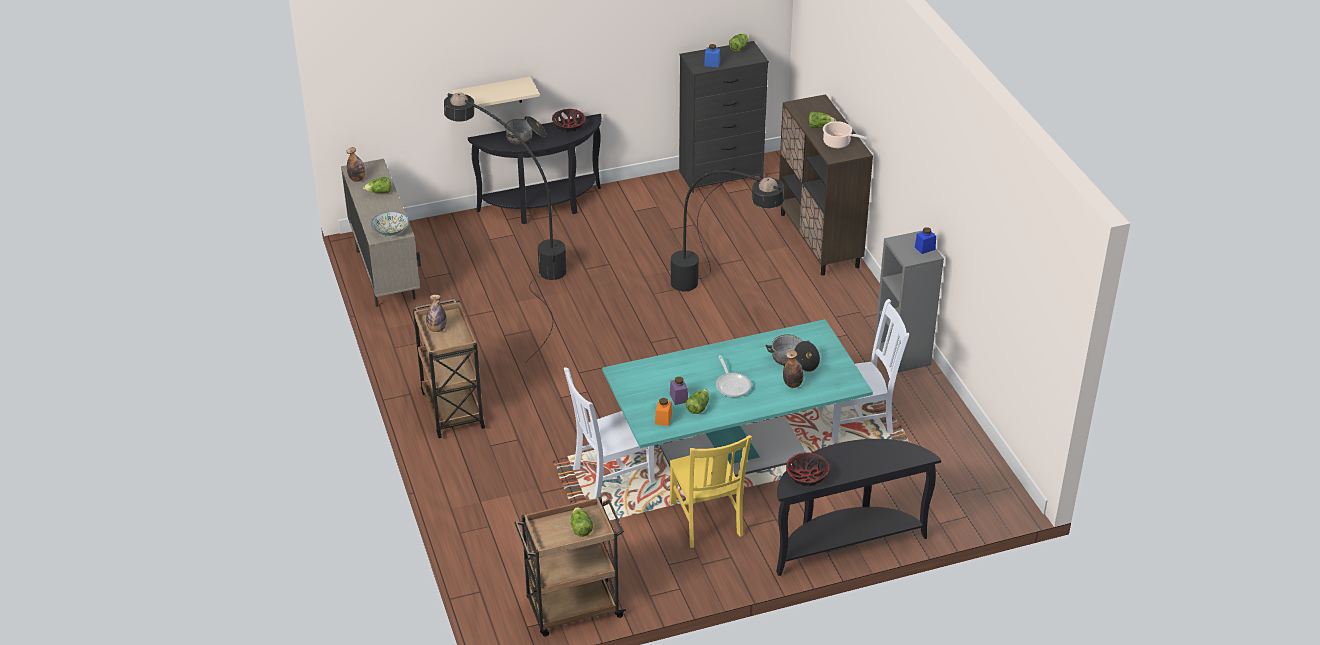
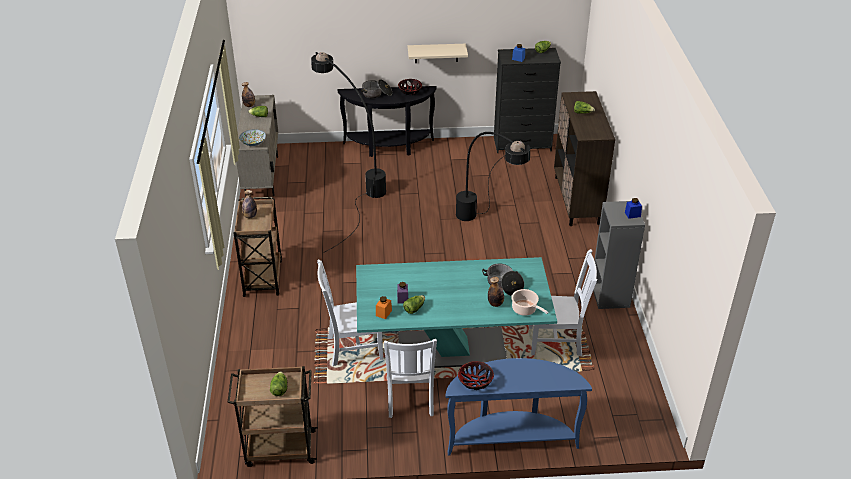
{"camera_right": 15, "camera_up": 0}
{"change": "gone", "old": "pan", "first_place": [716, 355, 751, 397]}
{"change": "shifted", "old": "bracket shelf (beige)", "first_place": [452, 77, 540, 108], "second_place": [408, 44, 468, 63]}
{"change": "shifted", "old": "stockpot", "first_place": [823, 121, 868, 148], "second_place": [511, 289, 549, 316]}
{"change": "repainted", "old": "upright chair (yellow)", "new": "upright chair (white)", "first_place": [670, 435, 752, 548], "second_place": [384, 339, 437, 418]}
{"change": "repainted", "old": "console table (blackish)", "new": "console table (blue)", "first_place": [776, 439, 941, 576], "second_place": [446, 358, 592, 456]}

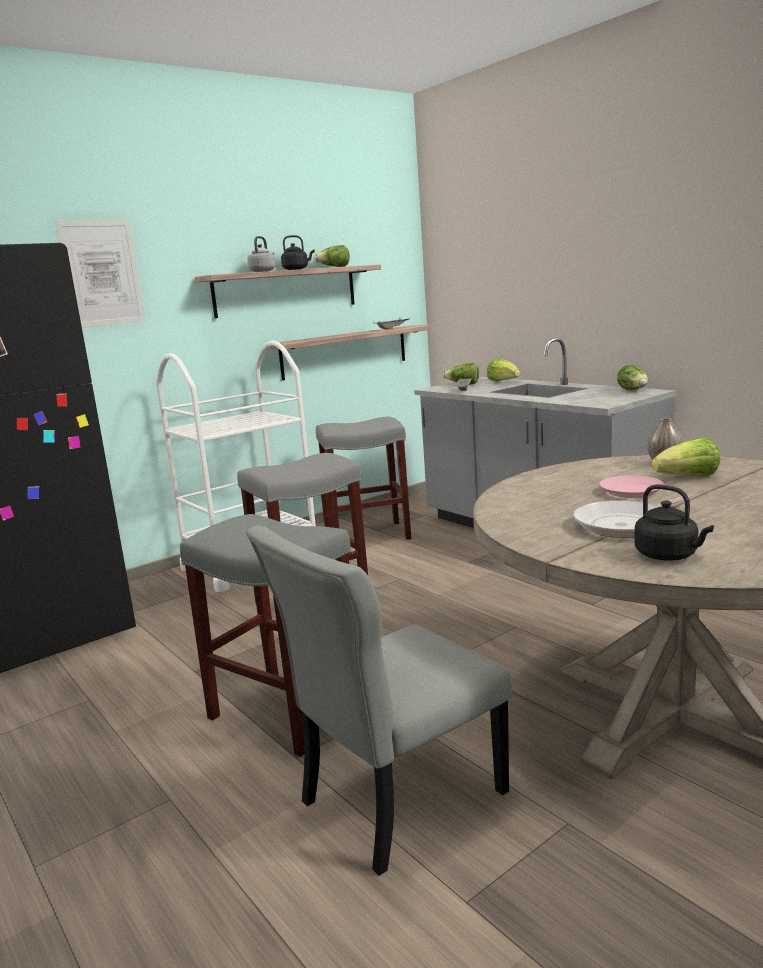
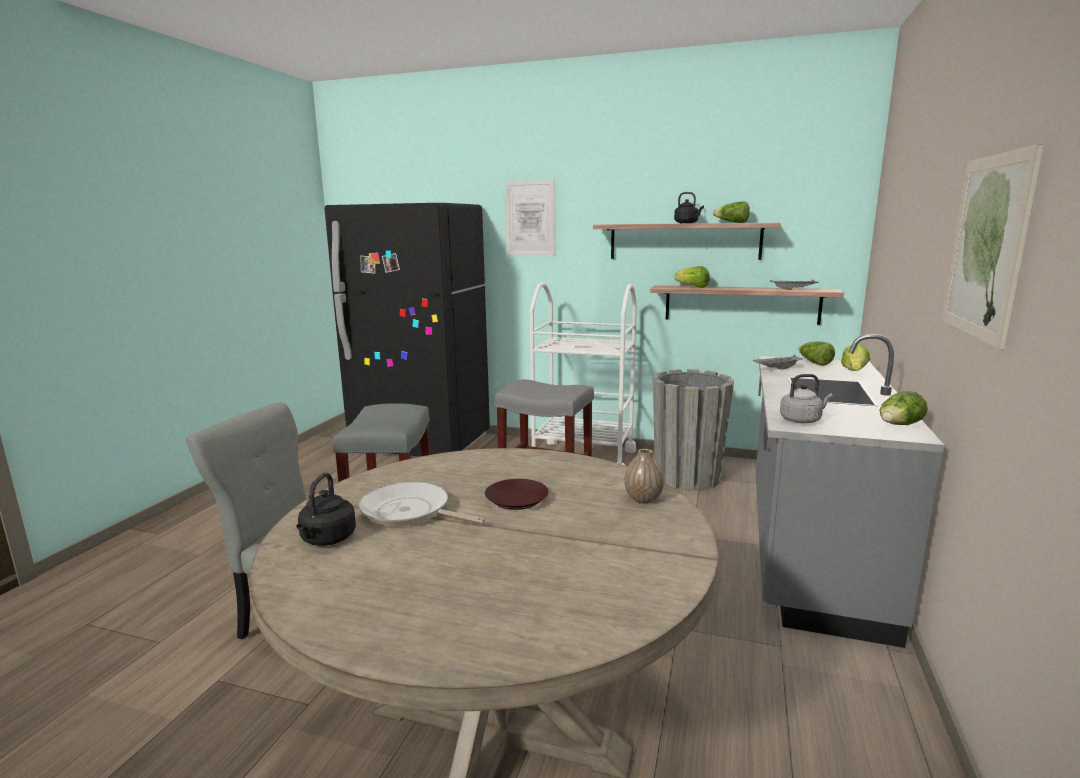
{"camera_right": 55, "camera_up": 0}
{"change": "new", "new": "picture", "second_place": [942, 144, 1044, 350]}
{"change": "shifted", "old": "water kettle (gray)", "first_place": [247, 236, 276, 272], "second_place": [780, 374, 833, 423]}
{"change": "shifted", "old": "lettuce", "first_place": [652, 437, 720, 476], "second_place": [674, 266, 710, 288]}
{"change": "swapped", "old": "stool (gray)", "new": "planter (gray)", "first_place": [316, 417, 411, 540], "second_place": [653, 369, 734, 491]}
{"change": "repainted", "old": "plate (pinkish)", "new": "plate (brown)", "first_place": [599, 475, 664, 498], "second_place": [485, 479, 549, 510]}

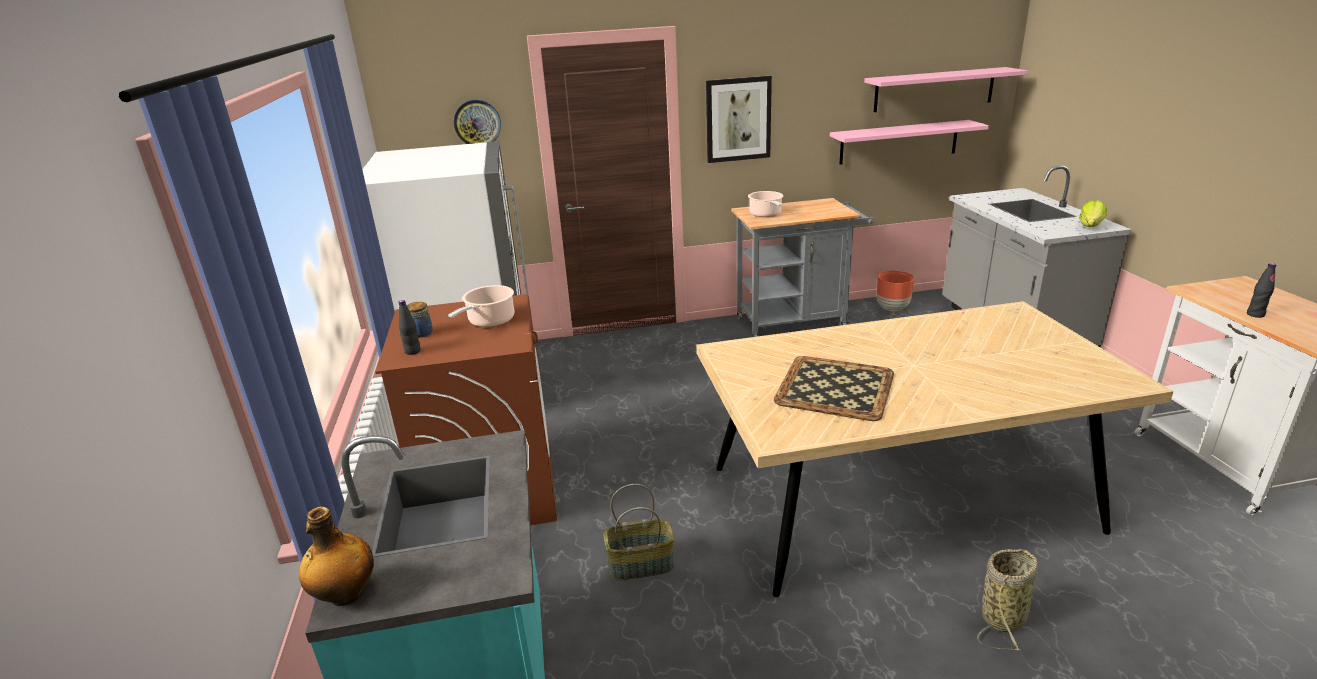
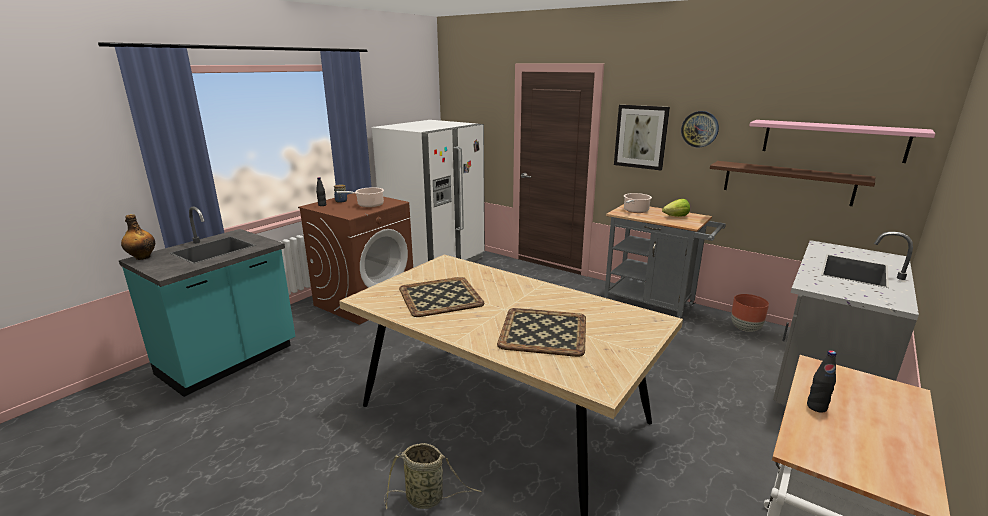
{"camera_right": 45, "camera_up": -5}
{"change": "gone", "old": "household basket", "first_place": [604, 484, 675, 580]}
{"change": "new", "new": "carrying tray", "second_place": [497, 308, 586, 357]}
{"change": "shifted", "old": "hanging clock", "first_place": [454, 100, 501, 144], "second_place": [681, 111, 719, 148]}
{"change": "shifted", "old": "lettuce", "first_place": [1079, 200, 1107, 227], "second_place": [662, 199, 690, 217]}
{"change": "repainted", "old": "bracket shelf (pinkish)", "new": "bracket shelf (brown)", "first_place": [830, 120, 989, 165], "second_place": [710, 161, 875, 206]}

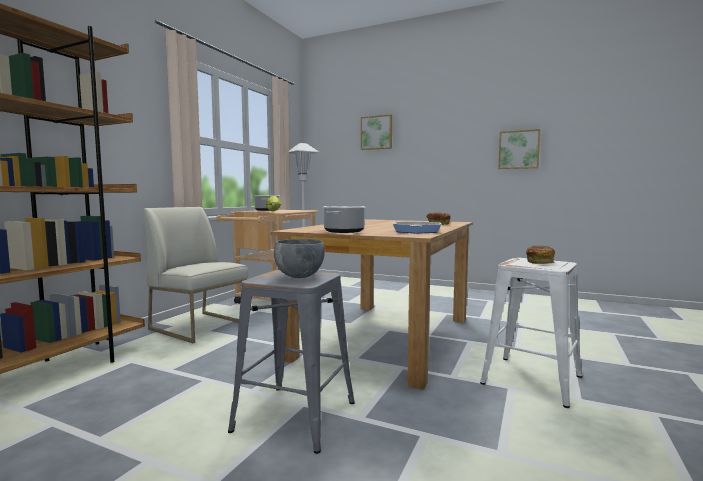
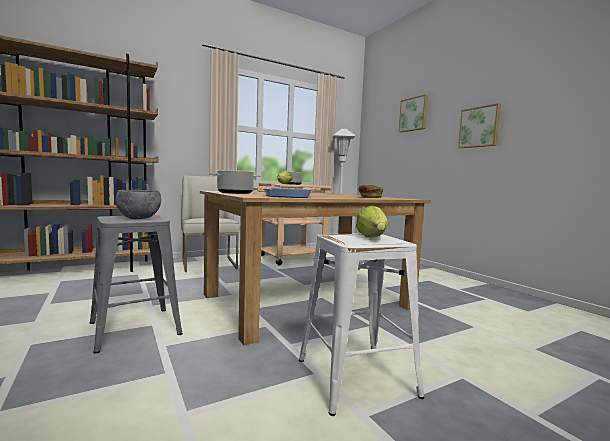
{"camera_right": 35, "camera_up": 0}
{"change": "shifted", "old": "picture", "first_place": [498, 129, 540, 169], "second_place": [458, 103, 501, 148]}
{"change": "swapped", "old": "baked bread", "new": "lettuce", "first_place": [526, 245, 555, 264], "second_place": [356, 205, 388, 238]}

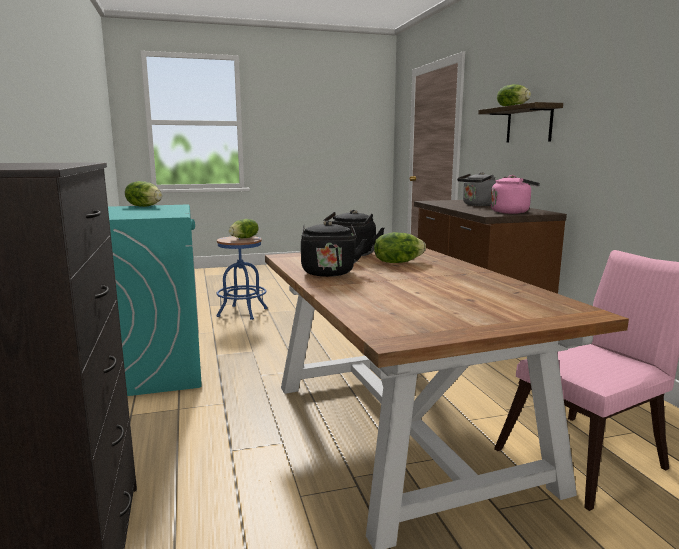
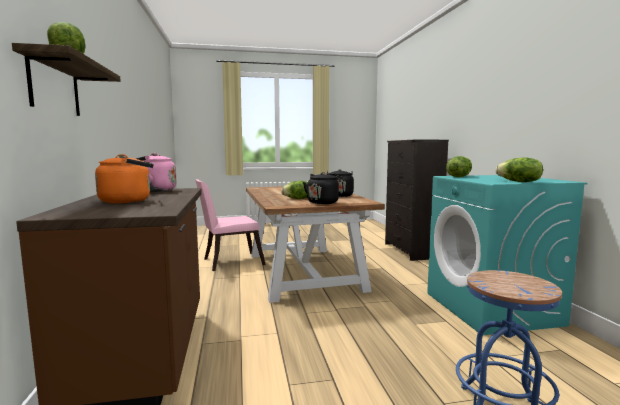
{"camera_right": -175, "camera_up": -5}
{"change": "shifted", "old": "lettuce", "first_place": [229, 219, 259, 238], "second_place": [446, 156, 472, 177]}
{"change": "repainted", "old": "water kettle (gray)", "new": "water kettle (orangey)", "first_place": [457, 172, 496, 206], "second_place": [95, 154, 154, 204]}

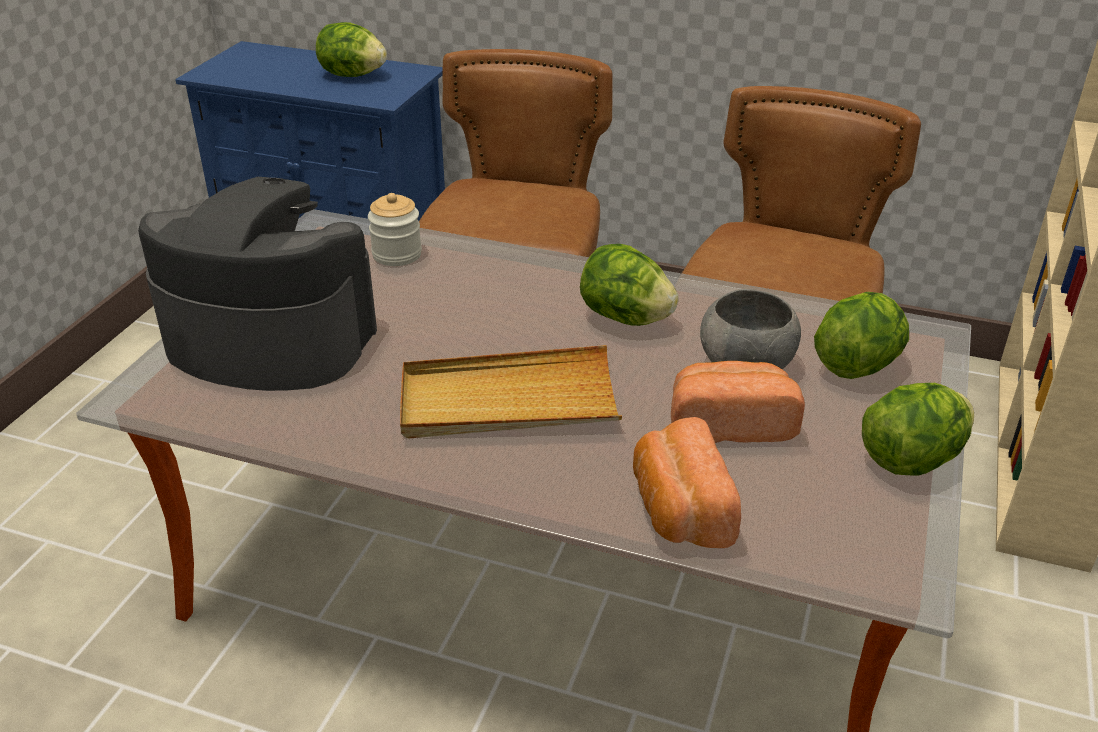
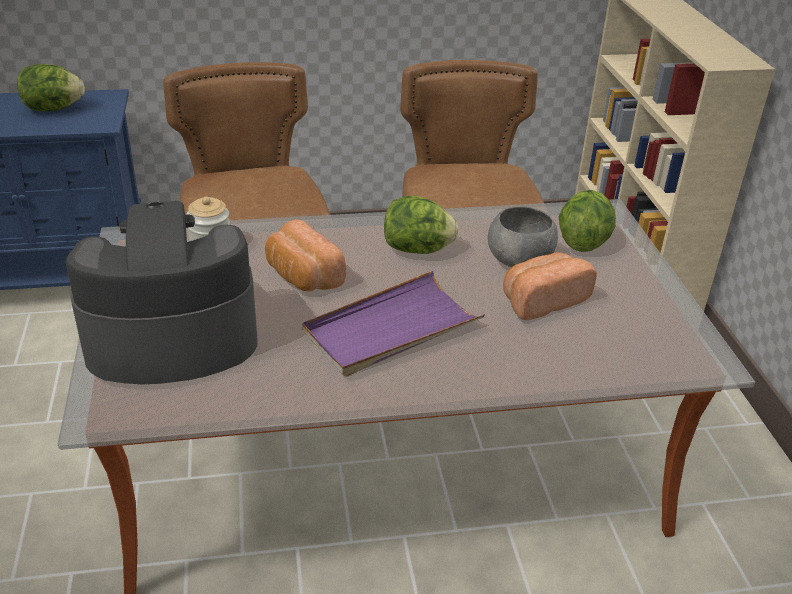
{"camera_right": -30, "camera_up": 0}
{"change": "gone", "old": "lettuce", "first_place": [862, 383, 974, 476]}
{"change": "shifted", "old": "baked bread", "first_place": [633, 417, 741, 548], "second_place": [265, 219, 346, 291]}
{"change": "repainted", "old": "carrying tray (beige)", "new": "carrying tray (purple)", "first_place": [400, 345, 622, 438], "second_place": [302, 271, 485, 376]}

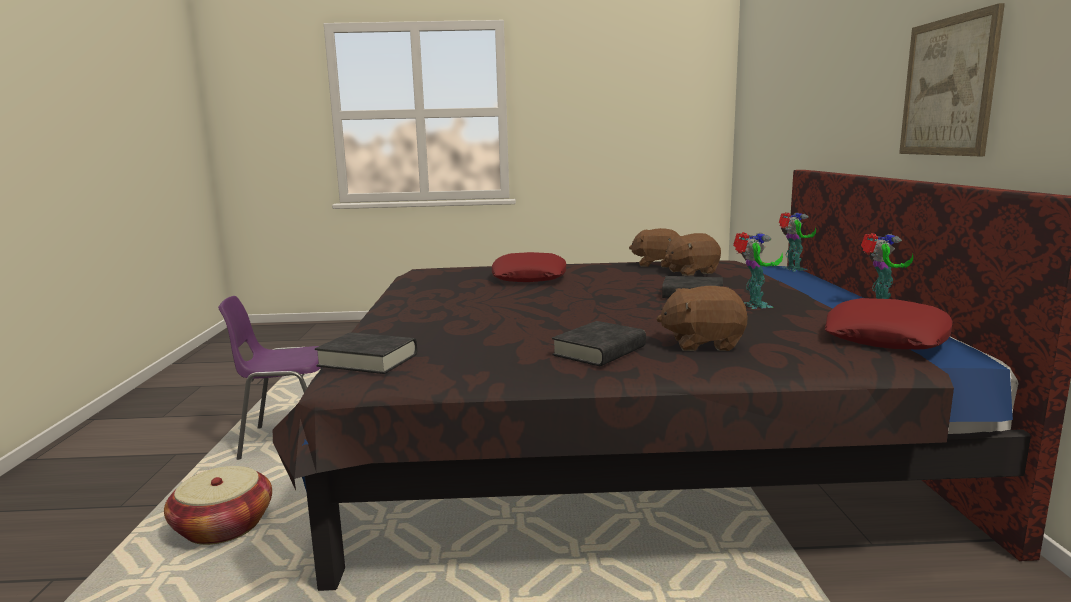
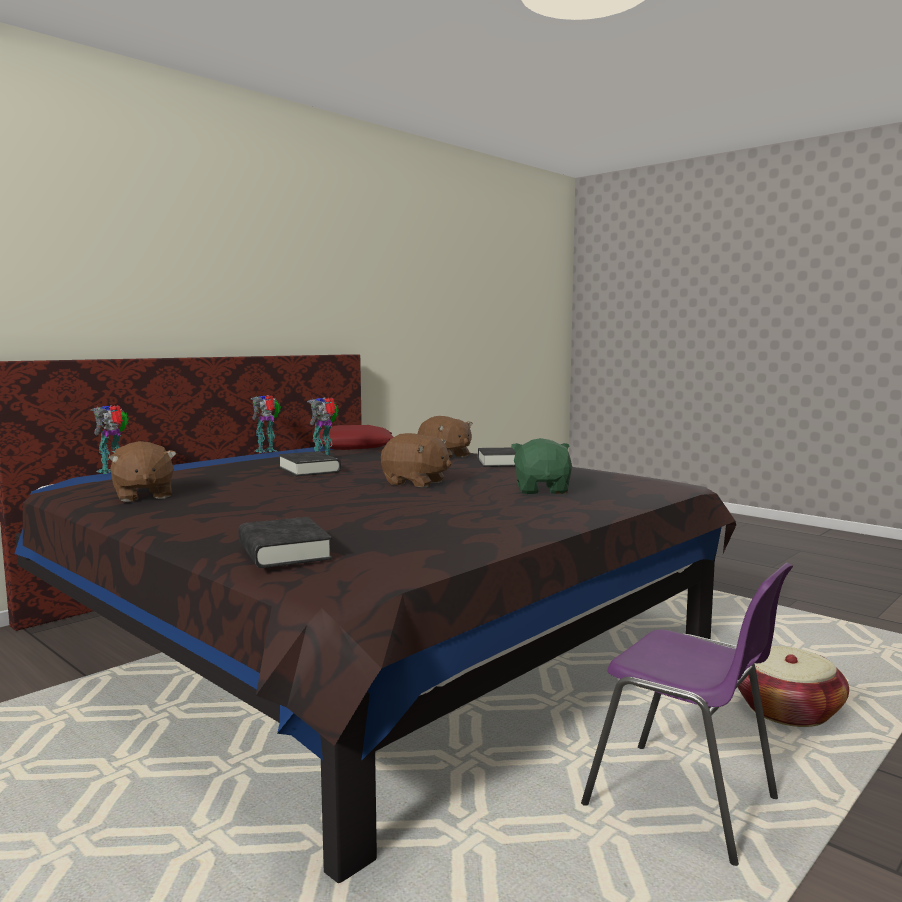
{"camera_right": -135, "camera_up": -5}
{"change": "gone", "old": "cushion (red)", "first_place": [492, 252, 566, 282]}
{"change": "gone", "old": "picture", "first_place": [899, 3, 1005, 156]}
{"change": "new", "new": "plush toy (greenish)", "second_place": [511, 438, 572, 494]}
{"change": "shifted", "old": "volume (blackish)", "first_place": [315, 332, 417, 374], "second_place": [238, 517, 332, 568]}
{"change": "shifted", "old": "plush toy (brown)", "first_place": [665, 233, 721, 276], "second_place": [381, 433, 451, 488]}

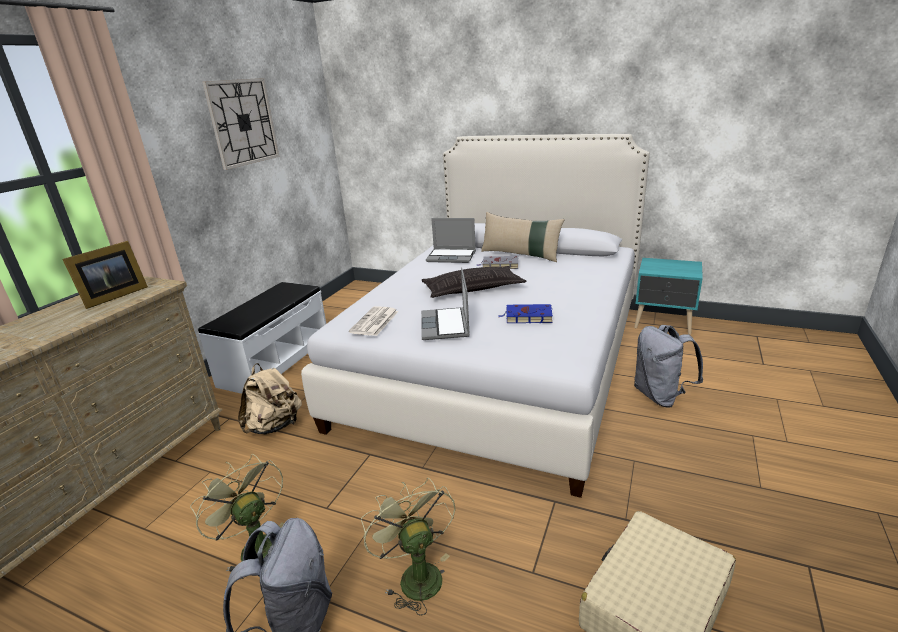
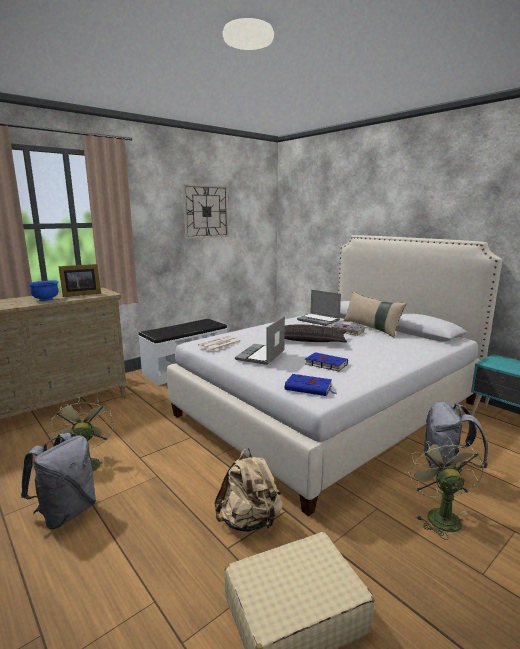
{"camera_right": 25, "camera_up": -10}
{"change": "new", "new": "bowl (blue)", "second_place": [27, 280, 59, 301]}
{"change": "new", "new": "volume (blue)", "second_place": [285, 374, 336, 396]}
{"change": "shifted", "old": "knapsack (beige)", "first_place": [238, 363, 302, 435], "second_place": [215, 448, 283, 532]}
{"change": "shifted", "old": "cooling fan (greenish)", "first_place": [361, 478, 456, 615], "second_place": [408, 437, 484, 540]}

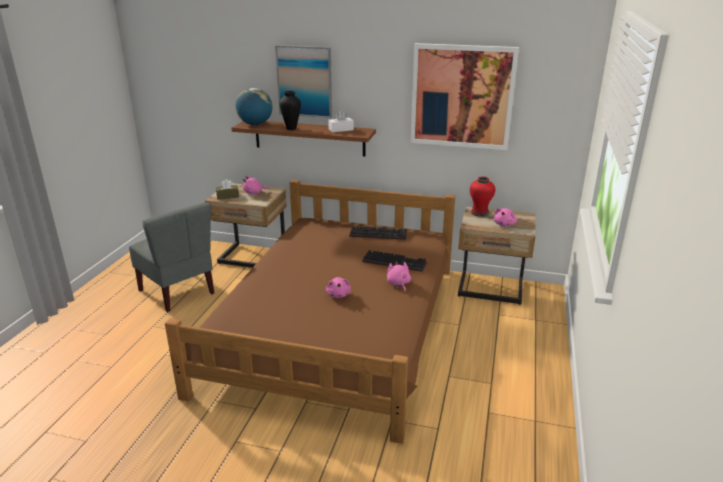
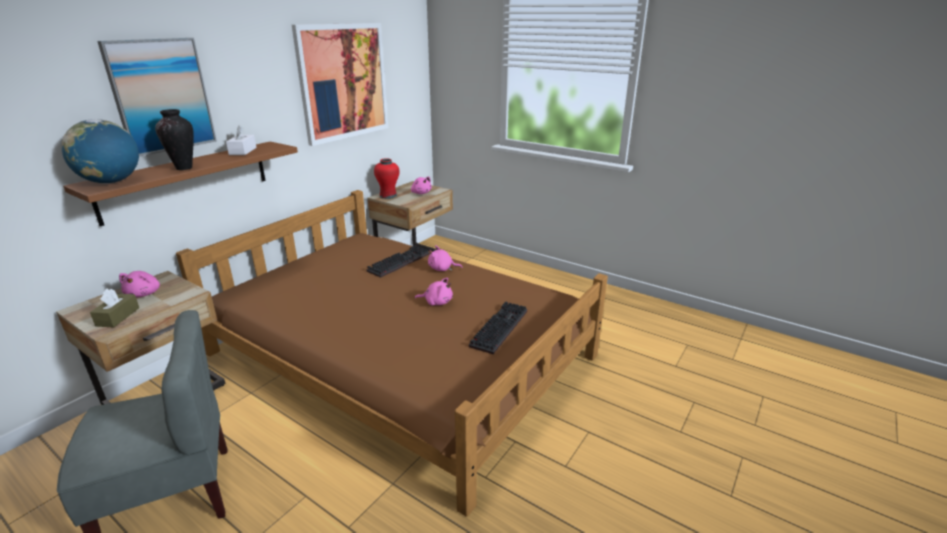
{"camera_right": -70, "camera_up": 0}
{"change": "shifted", "old": "computer keyboard", "first_place": [349, 226, 407, 240], "second_place": [469, 302, 527, 354]}

